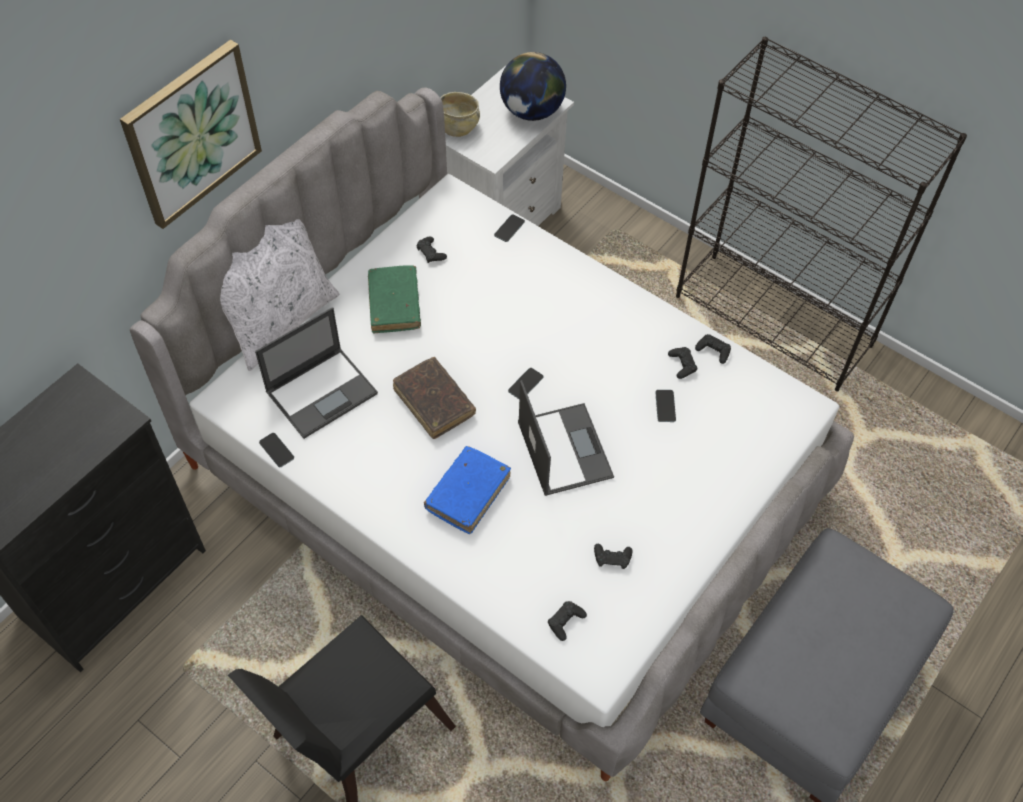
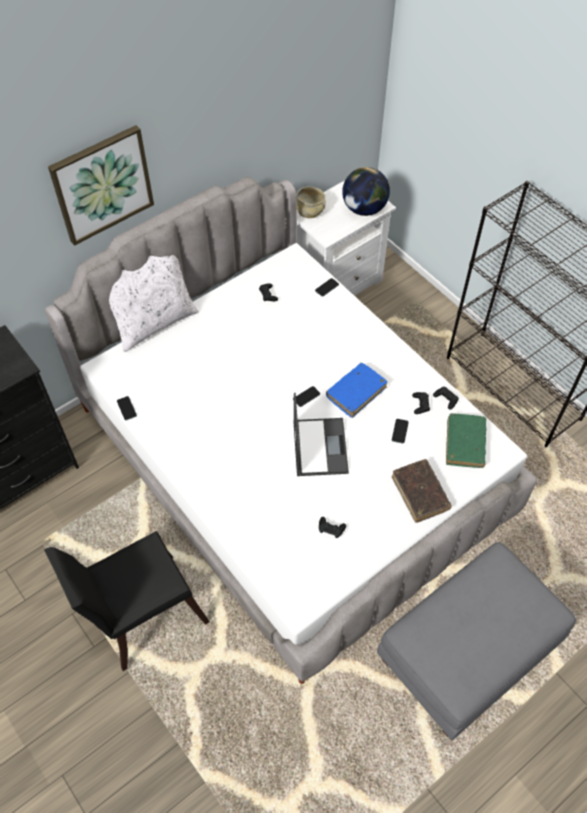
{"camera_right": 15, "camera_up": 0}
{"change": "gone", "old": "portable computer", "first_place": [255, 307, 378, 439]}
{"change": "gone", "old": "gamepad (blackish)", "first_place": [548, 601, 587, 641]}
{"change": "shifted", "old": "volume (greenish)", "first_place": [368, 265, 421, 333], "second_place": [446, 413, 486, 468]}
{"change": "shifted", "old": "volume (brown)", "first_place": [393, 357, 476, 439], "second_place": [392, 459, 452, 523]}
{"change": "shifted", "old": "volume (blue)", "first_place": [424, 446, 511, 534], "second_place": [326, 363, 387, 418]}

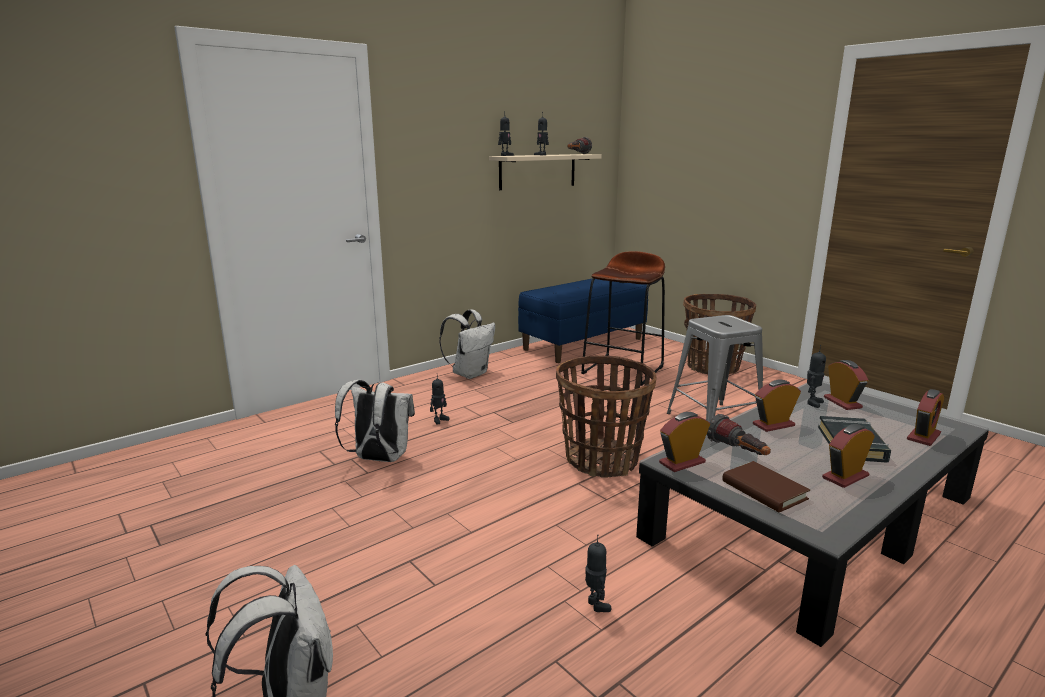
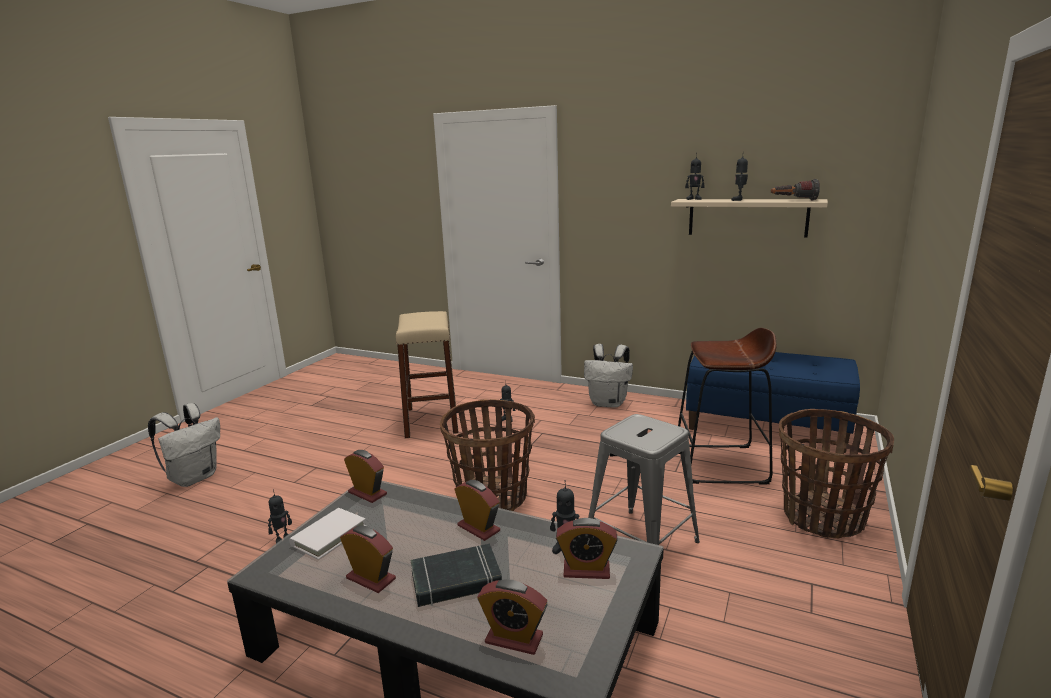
{"camera_right": 65, "camera_up": 0}
{"change": "gone", "old": "torch", "first_place": [707, 414, 771, 455]}
{"change": "swapped", "old": "knapsack (white)", "new": "stool (beige)", "first_place": [335, 380, 415, 462], "second_place": [396, 311, 459, 438]}
{"change": "repainted", "old": "volume (brown)", "new": "volume (white)", "first_place": [722, 461, 810, 512], "second_place": [289, 508, 366, 560]}
{"change": "rotated", "old": "table clock", "first_place": [824, 360, 868, 410], "second_place": [556, 518, 618, 579], "degrees": 45}

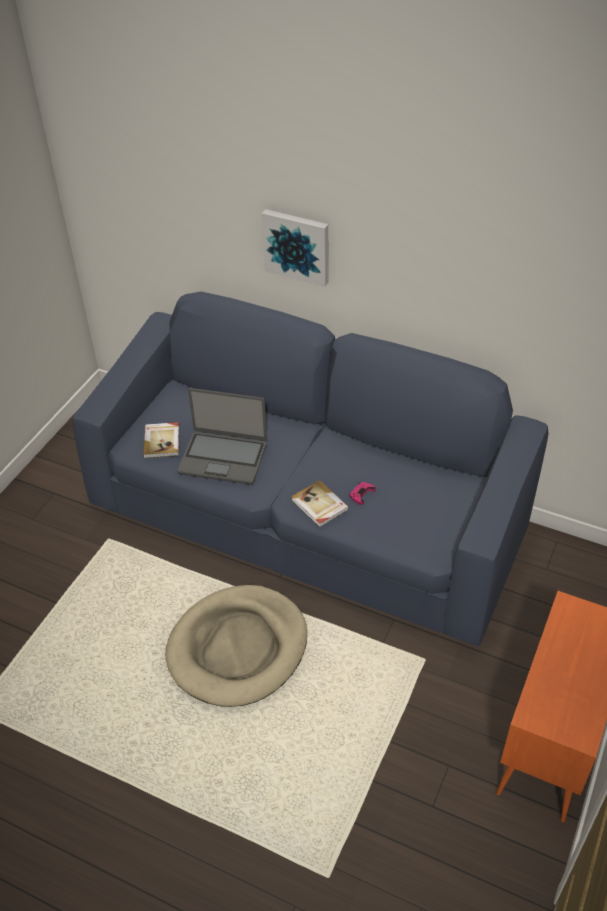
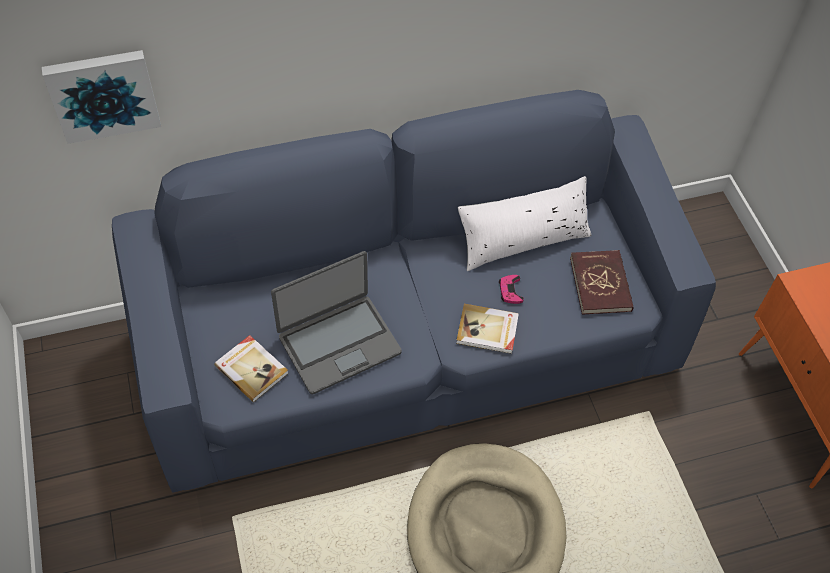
{"camera_right": -45, "camera_up": 10}
{"change": "new", "new": "cushion (white)", "second_place": [458, 176, 591, 271]}
{"change": "new", "new": "volume (red)", "second_place": [570, 250, 634, 315]}
{"change": "shifted", "old": "picture", "first_place": [262, 209, 328, 287], "second_place": [42, 50, 161, 144]}

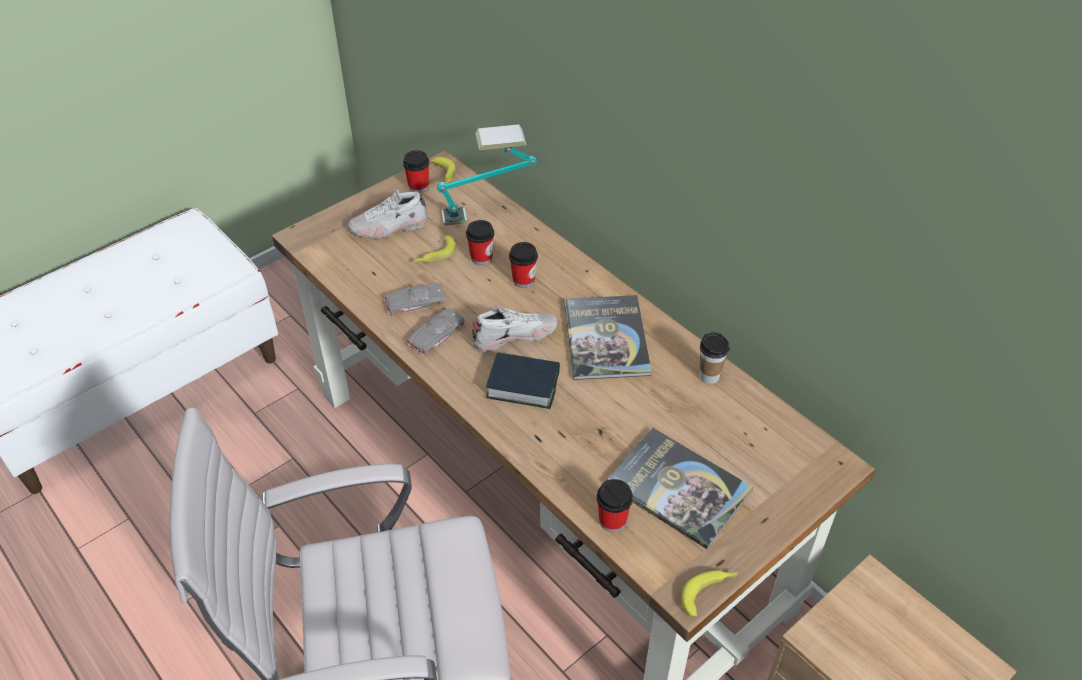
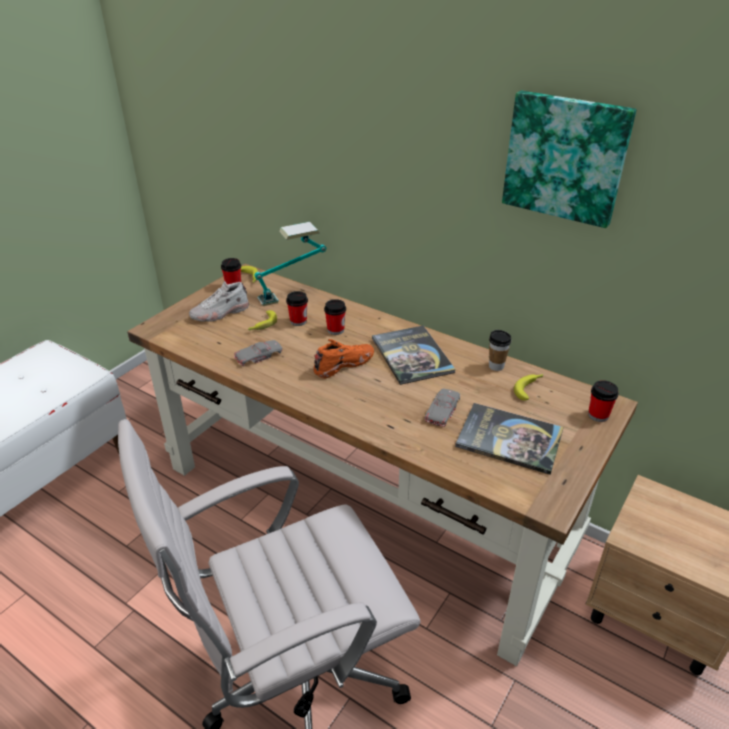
{"camera_right": -15, "camera_up": -10}
{"change": "gone", "old": "volume", "first_place": [486, 352, 560, 409]}
{"change": "new", "new": "picture", "second_place": [502, 91, 637, 228]}
{"change": "shifted", "old": "miniature car (gray)", "first_place": [407, 308, 465, 355], "second_place": [424, 388, 460, 427]}
{"change": "shifted", "old": "drinking cup", "first_place": [597, 479, 633, 532], "second_place": [588, 380, 619, 422]}
{"change": "shifted", "old": "banana fruit", "first_place": [681, 570, 738, 617], "second_place": [514, 374, 543, 401]}
{"change": "repainted", "old": "shoe (white)", "new": "shoe (orangey)", "first_place": [472, 304, 557, 352], "second_place": [313, 339, 374, 379]}

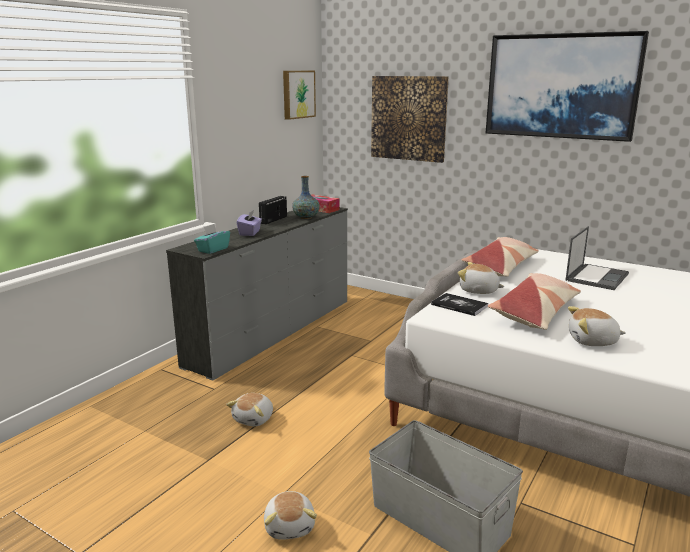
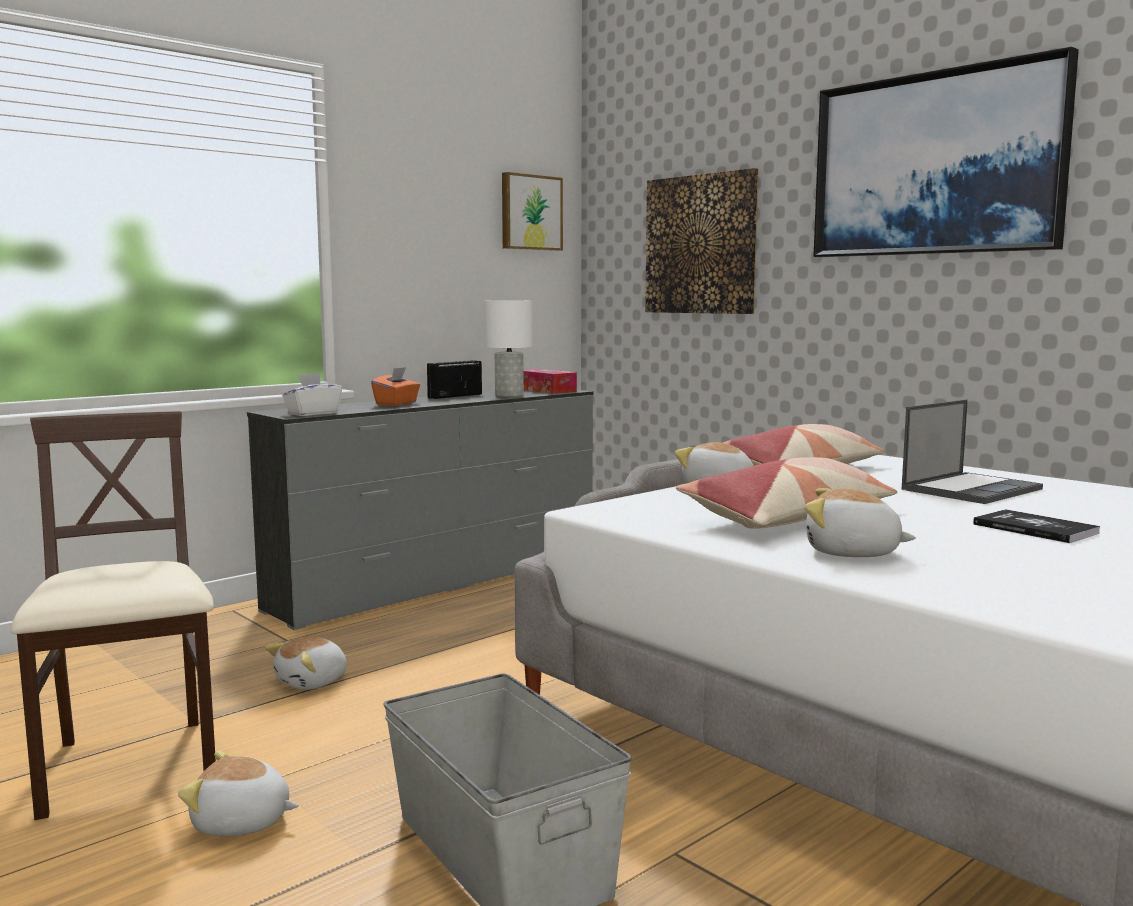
{"camera_right": 15, "camera_up": -10}
{"change": "new", "new": "upright chair (beige)", "second_place": [11, 411, 216, 820]}
{"change": "shifted", "old": "volume", "first_place": [431, 293, 488, 316], "second_place": [973, 509, 1100, 543]}
{"change": "swapped", "old": "flower vase", "new": "table lamp (white)", "first_place": [292, 176, 320, 219], "second_place": [485, 300, 533, 397]}
{"change": "repainted", "old": "tissue box (blue-green)", "new": "tissue box (white)", "first_place": [194, 224, 230, 254], "second_place": [282, 373, 342, 416]}
{"change": "repainted", "old": "tissue box (purple)", "new": "tissue box (orangey)", "first_place": [237, 210, 262, 236], "second_place": [371, 367, 420, 406]}
{"change": "rotated", "old": "plush toy", "first_place": [264, 491, 317, 540], "second_place": [178, 751, 299, 836], "degrees": 90}

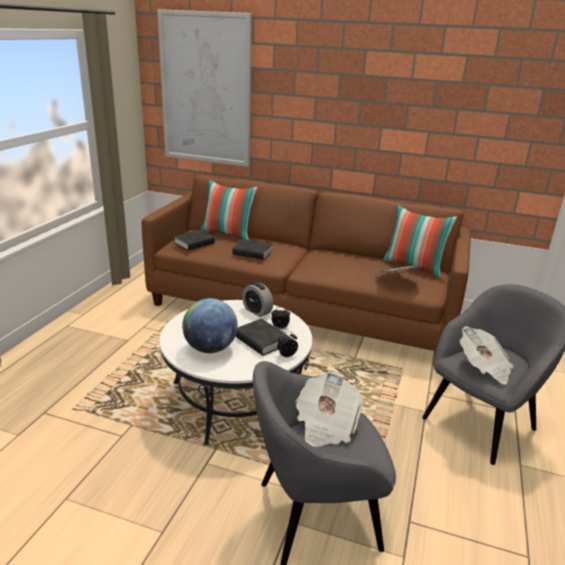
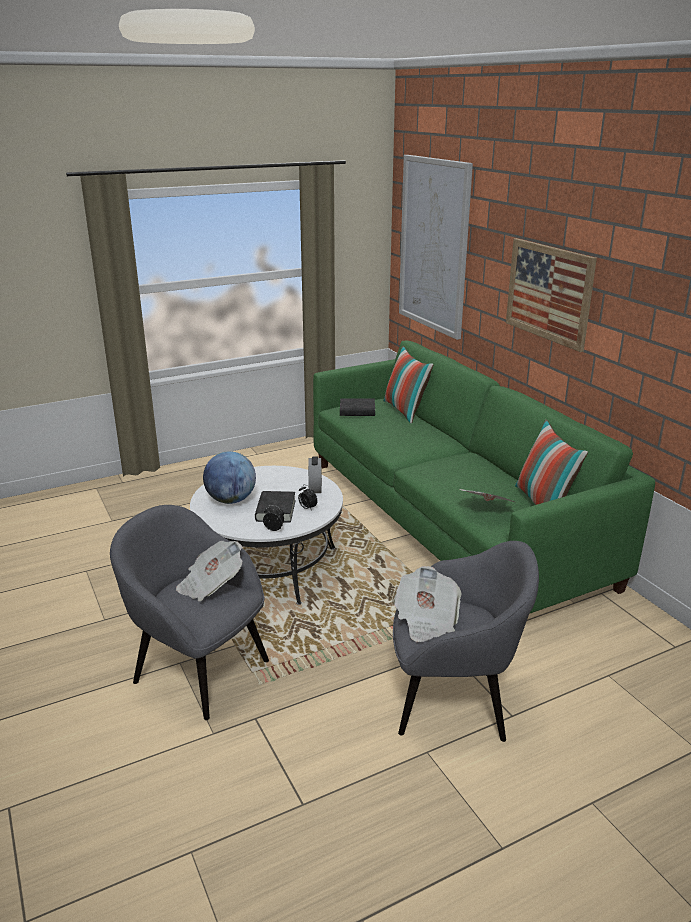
{"camera_right": 45, "camera_up": 0}
{"change": "gone", "old": "volume (blackish)", "first_place": [233, 239, 273, 260]}
{"change": "new", "new": "picture", "second_place": [506, 238, 597, 352]}
{"change": "repainted", "old": "sofa (brown)", "new": "sofa (greenish)", "first_place": [142, 176, 471, 358], "second_place": [313, 340, 655, 613]}

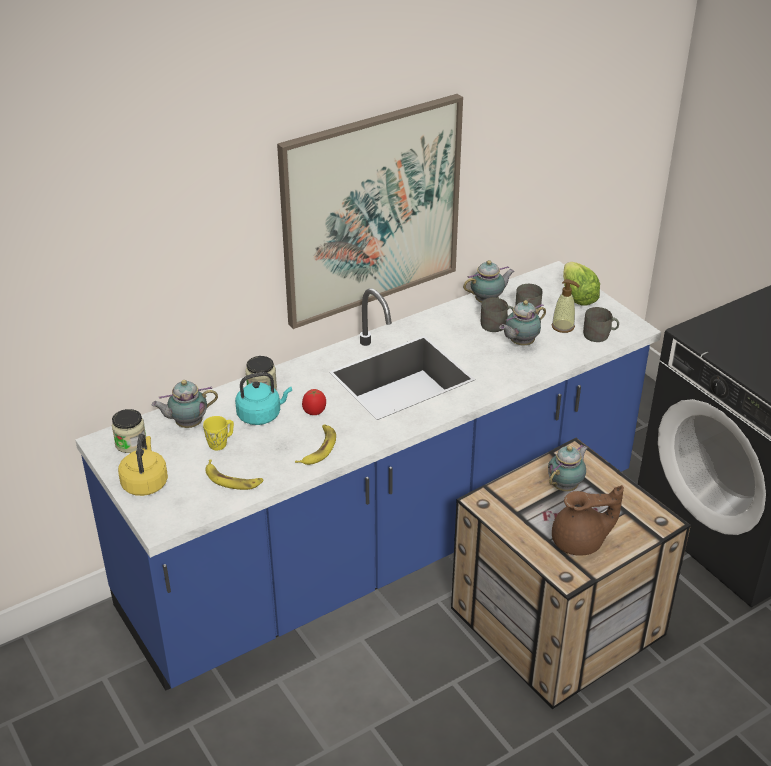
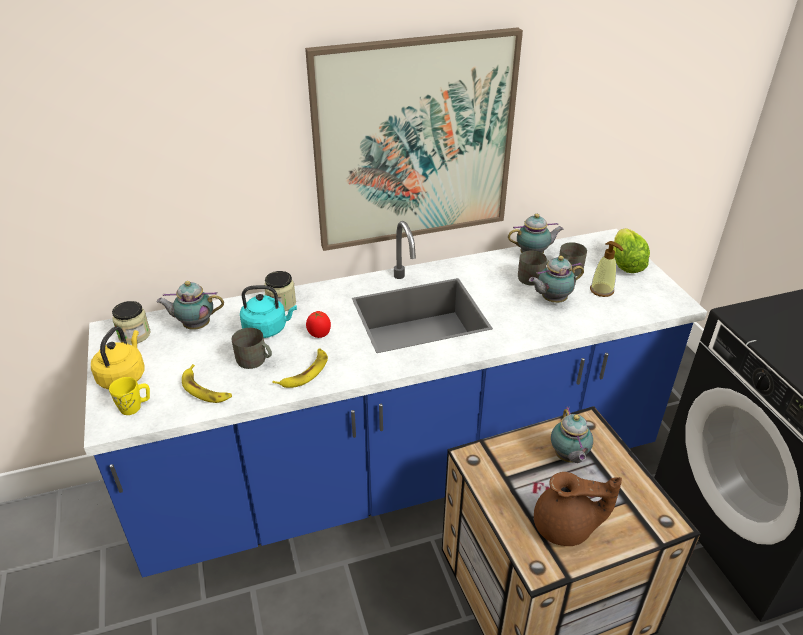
{"camera_right": 15, "camera_up": 0}
{"change": "shifted", "old": "tea mug (yellow)", "first_place": [203, 416, 234, 450], "second_place": [109, 377, 150, 415]}
{"change": "shifted", "old": "tea mug (gray)", "first_place": [583, 307, 619, 342], "second_place": [232, 328, 272, 369]}
{"change": "rotated", "old": "pot for tea", "first_place": [548, 444, 588, 491], "second_place": [551, 407, 593, 463], "degrees": 120}

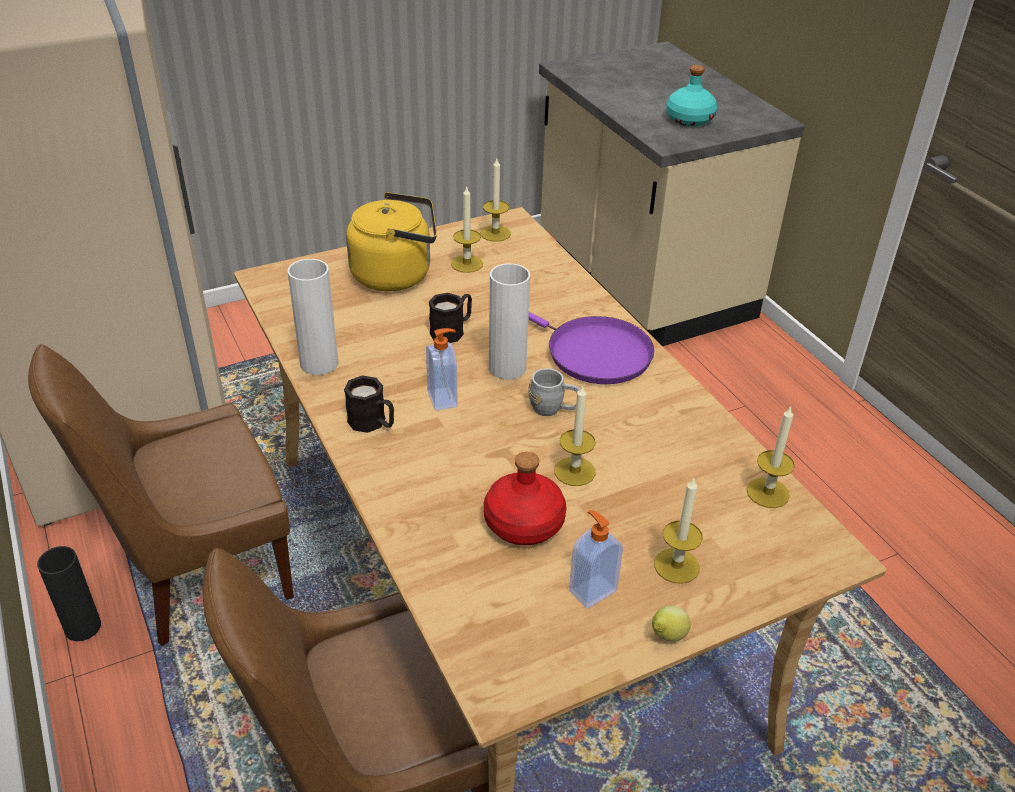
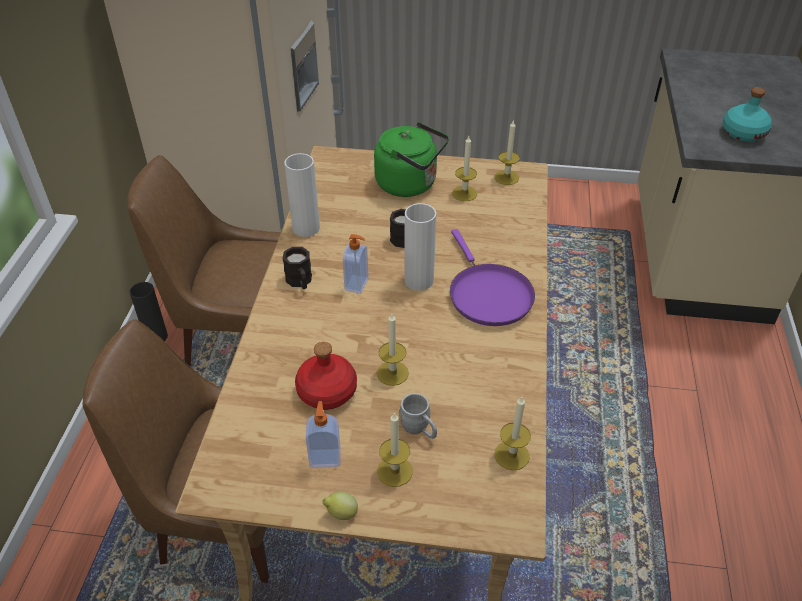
{"camera_right": 35, "camera_up": 5}
{"change": "shifted", "old": "tea mug (gray)", "first_place": [528, 368, 580, 416], "second_place": [399, 393, 437, 439]}
{"change": "repainted", "old": "water kettle (yellow)", "new": "water kettle (greenish)", "first_place": [346, 192, 437, 291], "second_place": [374, 122, 449, 197]}

